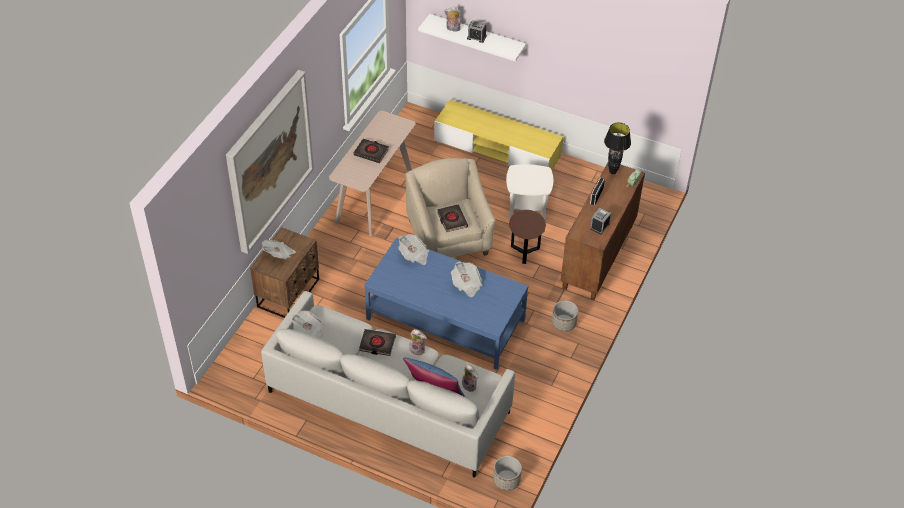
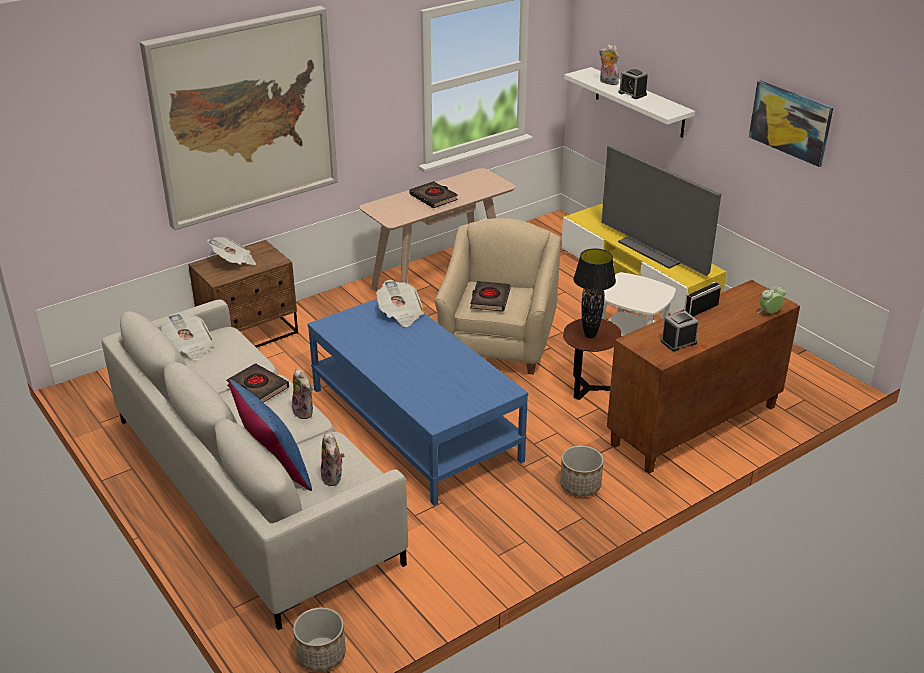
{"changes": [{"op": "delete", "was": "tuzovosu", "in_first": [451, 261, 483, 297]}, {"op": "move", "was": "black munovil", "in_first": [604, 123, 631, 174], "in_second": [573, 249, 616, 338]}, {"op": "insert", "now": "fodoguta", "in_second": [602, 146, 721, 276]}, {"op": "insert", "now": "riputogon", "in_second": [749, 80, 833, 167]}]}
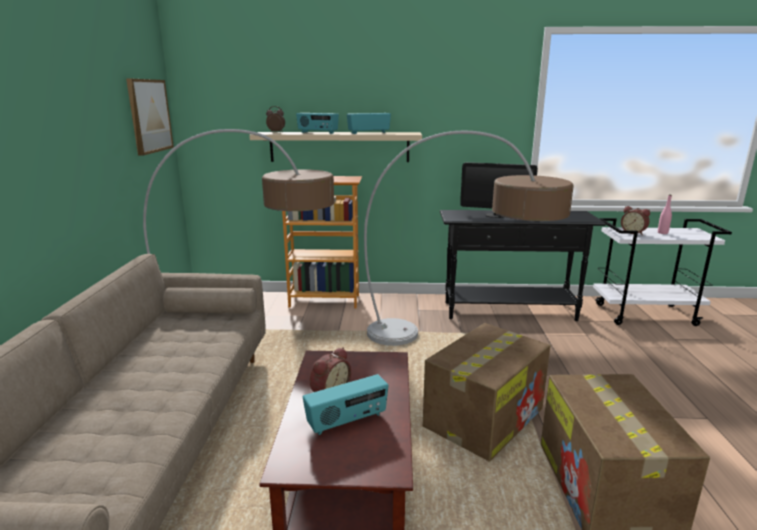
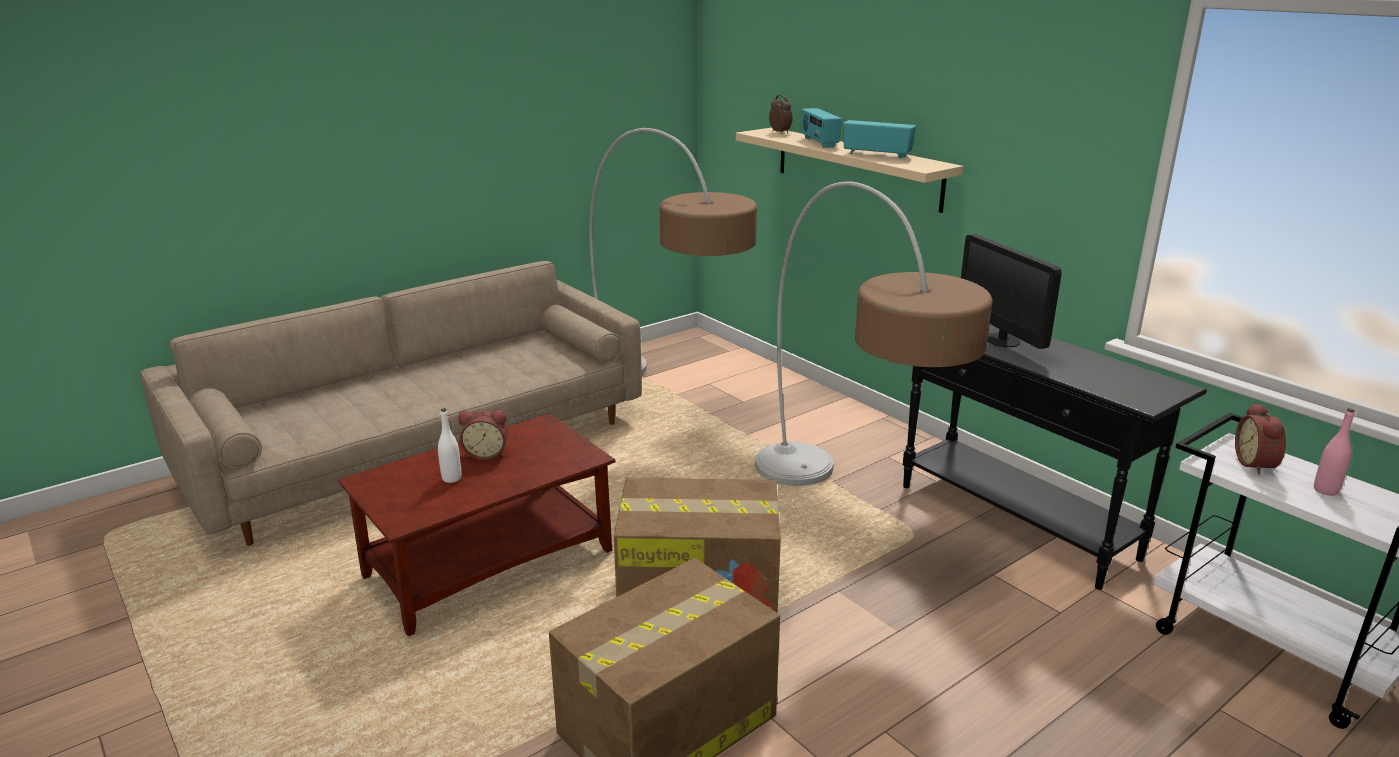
{"changes": [{"op": "delete", "was": "riputogon", "in_first": [126, 79, 174, 156]}, {"op": "delete", "was": "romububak", "in_first": [282, 176, 362, 308]}, {"op": "replace", "was": "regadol", "now": "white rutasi", "in_first": [303, 374, 388, 435], "in_second": [438, 408, 461, 483]}]}
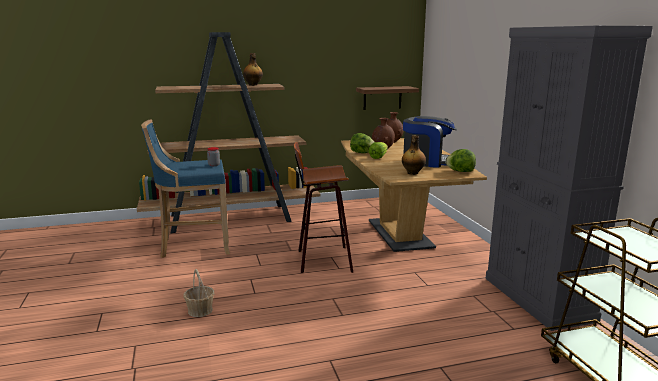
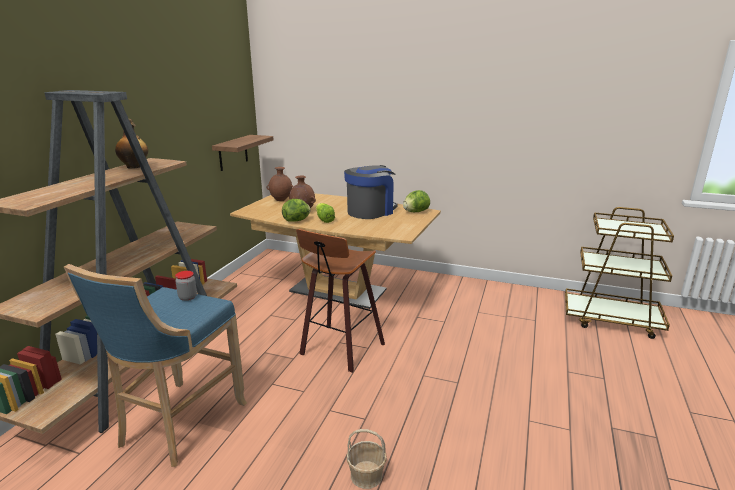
{"changes": [{"op": "delete", "was": "rutasi", "in_first": [402, 135, 426, 175]}, {"op": "delete", "was": "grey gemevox", "in_first": [485, 26, 653, 331]}]}
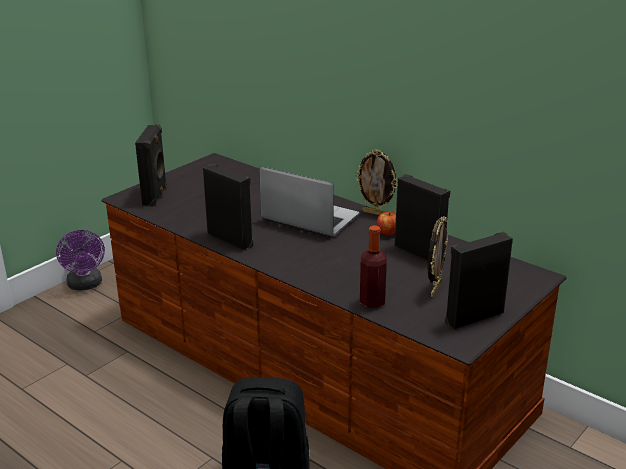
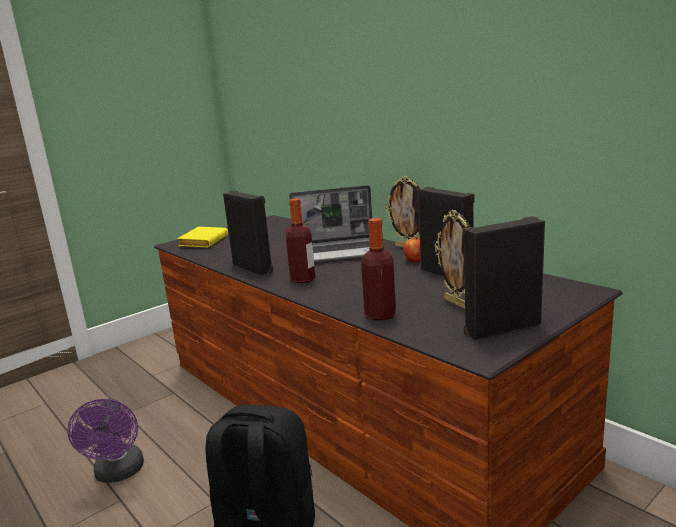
{"changes": [{"op": "move", "was": "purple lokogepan", "in_first": [56, 230, 105, 291], "in_second": [67, 399, 144, 483]}, {"op": "replace", "was": "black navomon", "now": "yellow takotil", "in_first": [135, 124, 167, 206], "in_second": [177, 227, 228, 248]}, {"op": "rotate", "was": "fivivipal", "in_first": [259, 166, 359, 237], "in_second": [289, 185, 372, 262], "clockwise": 135}, {"op": "rotate", "was": "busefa", "in_first": [428, 216, 448, 297], "in_second": [435, 210, 471, 309], "clockwise": 120}, {"op": "insert", "now": "rutasi", "in_second": [285, 198, 315, 283]}]}
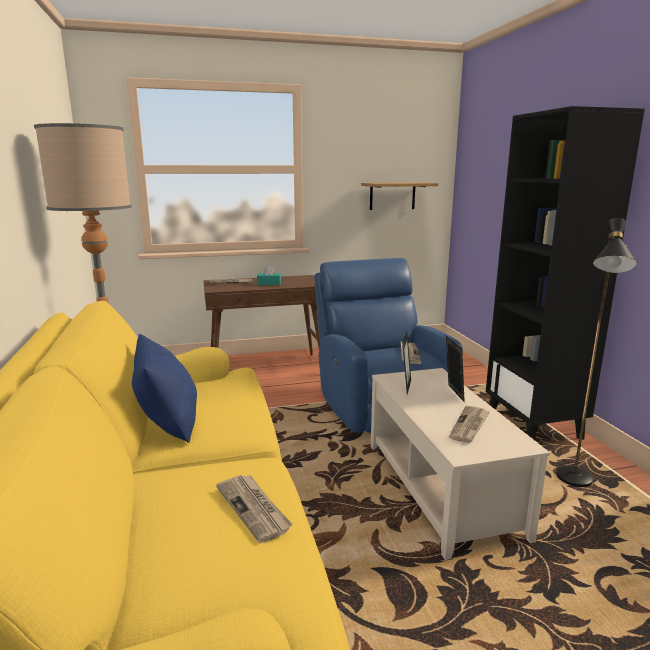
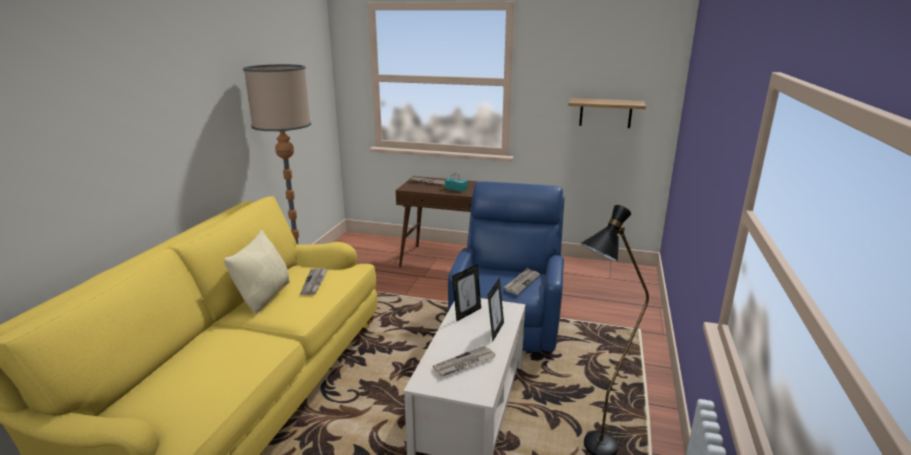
{"changes": [{"op": "recolor", "was": "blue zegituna", "now": "beige zegituna", "in_first": [132, 334, 197, 443], "in_second": [224, 230, 290, 315]}, {"op": "move", "was": "tuzovosu", "in_first": [216, 475, 293, 543], "in_second": [300, 268, 328, 295]}, {"op": "delete", "was": "black romububak", "in_first": [486, 106, 645, 440]}]}
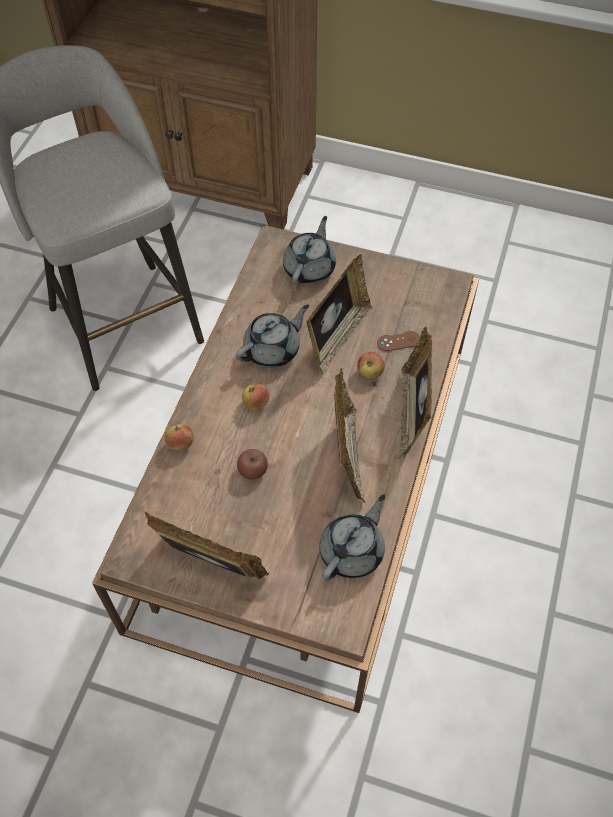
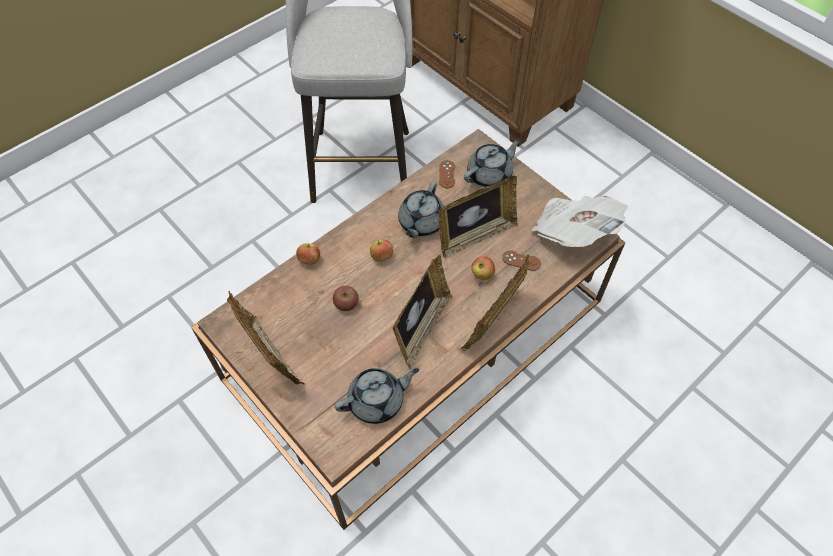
{"changes": [{"op": "rotate", "was": "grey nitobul", "in_first": [236, 305, 309, 368], "in_second": [398, 182, 444, 238], "clockwise": 120}, {"op": "insert", "now": "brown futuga", "in_second": [439, 160, 455, 188]}, {"op": "insert", "now": "tuzovosu", "in_second": [532, 196, 628, 247]}]}
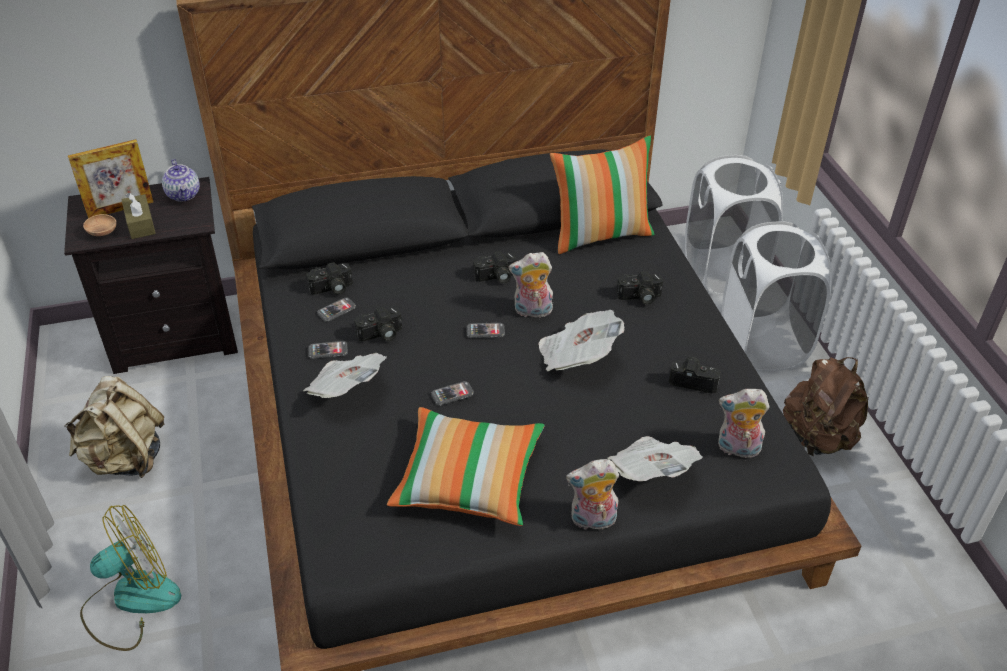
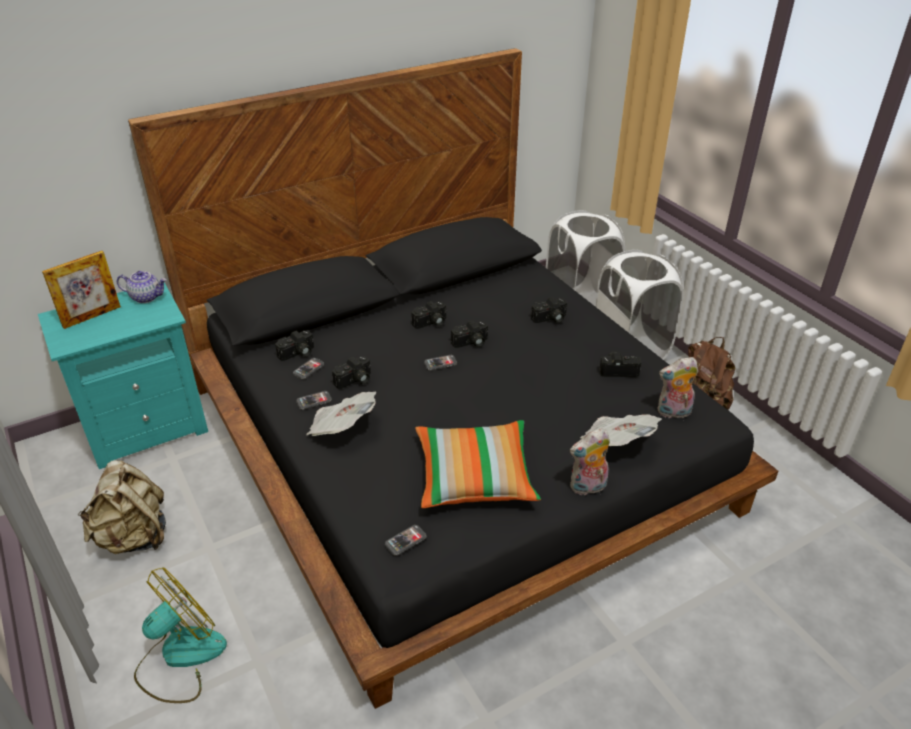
{"changes": [{"op": "recolor", "was": "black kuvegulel", "now": "turquoise kuvegulel", "in_first": [64, 177, 238, 374], "in_second": [38, 282, 208, 469]}, {"op": "delete", "was": "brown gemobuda", "in_first": [83, 214, 117, 236]}, {"op": "delete", "was": "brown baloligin", "in_first": [121, 193, 156, 239]}, {"op": "rotate", "was": "nitobul", "in_first": [162, 159, 200, 202], "in_second": [117, 271, 167, 303], "clockwise": -45}, {"op": "move", "was": "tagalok", "in_first": [431, 381, 474, 406], "in_second": [385, 525, 426, 556]}, {"op": "replace", "was": "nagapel", "now": "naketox", "in_first": [508, 252, 553, 318], "in_second": [451, 321, 488, 348]}, {"op": "delete", "was": "tuzovosu", "in_first": [538, 310, 625, 371]}, {"op": "delete", "was": "zegituna", "in_first": [550, 135, 654, 254]}]}
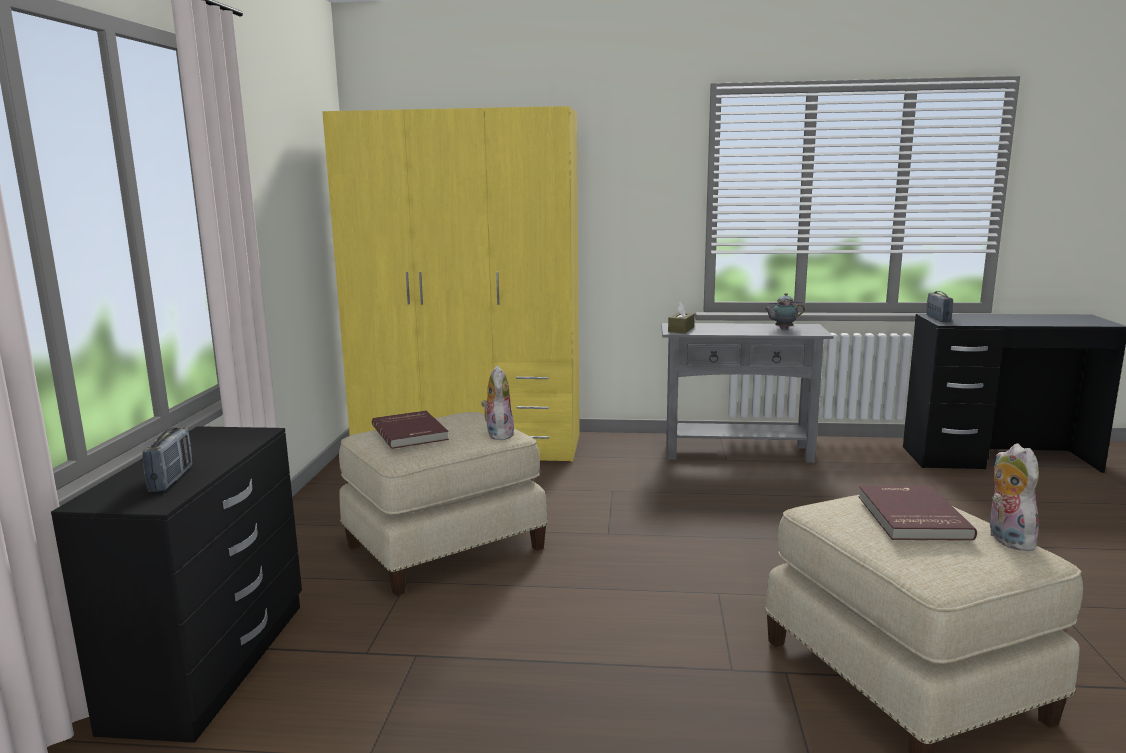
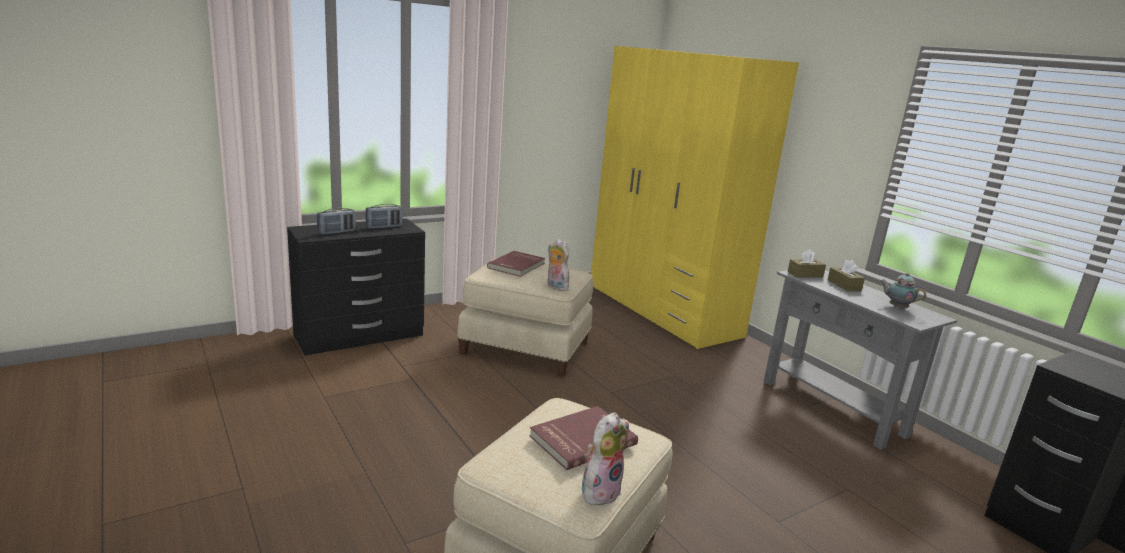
{"changes": [{"op": "rotate", "was": "nagapel", "in_first": [481, 365, 514, 440], "in_second": [548, 239, 570, 291], "clockwise": -90}, {"op": "move", "was": "regadol", "in_first": [927, 291, 953, 322], "in_second": [365, 204, 403, 229]}, {"op": "insert", "now": "brown baloligin", "in_second": [827, 260, 865, 291]}]}
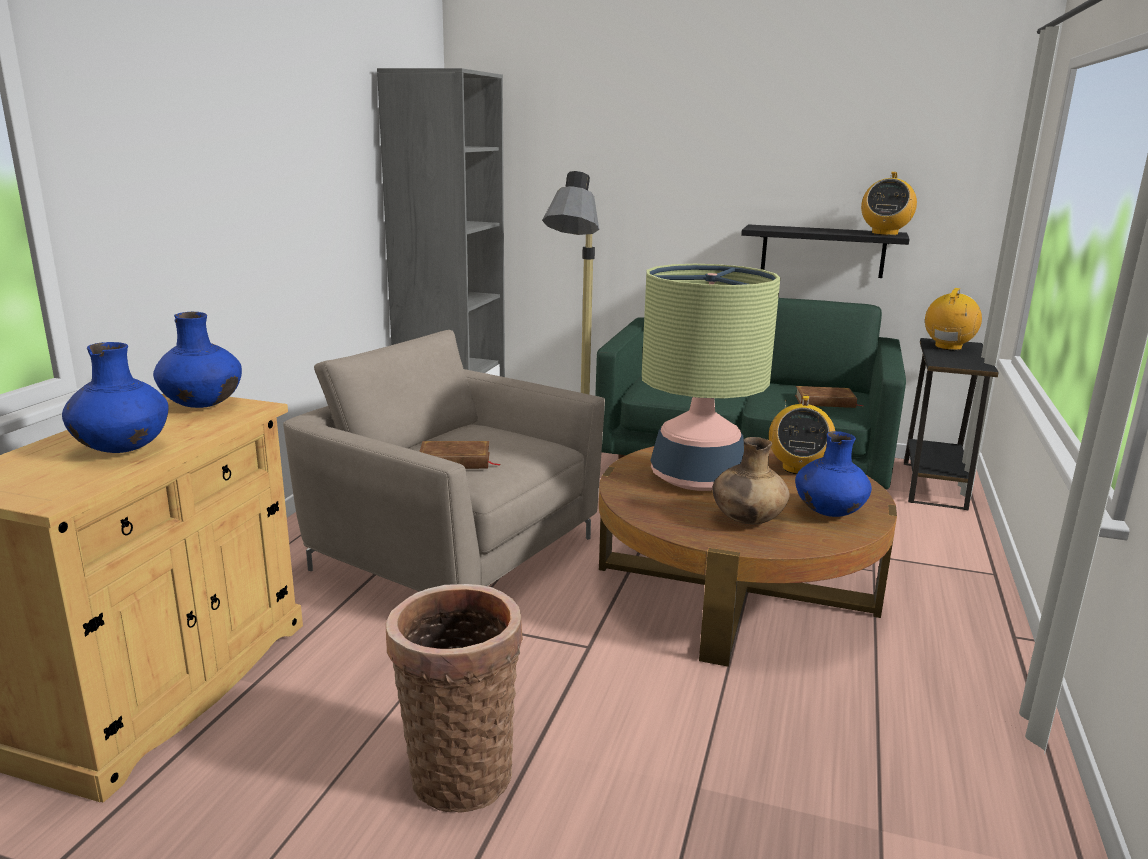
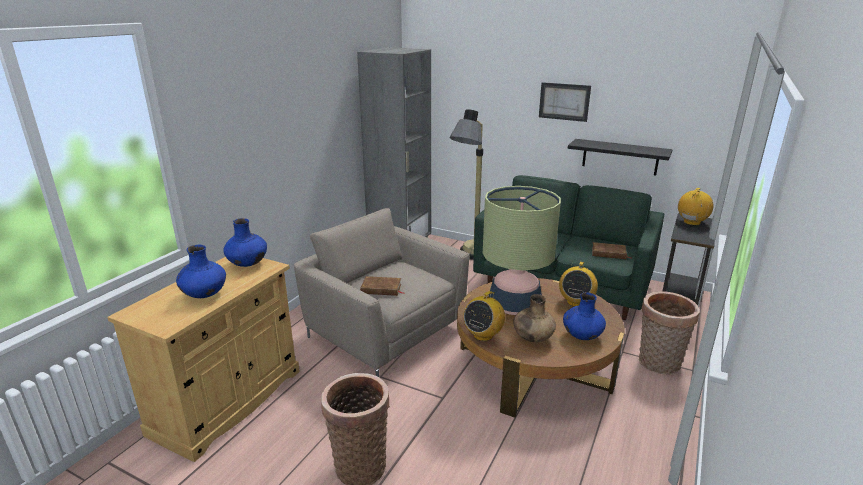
{"changes": [{"op": "move", "was": "regadol", "in_first": [861, 172, 917, 236], "in_second": [463, 291, 505, 341]}, {"op": "insert", "now": "riputogon", "in_second": [539, 82, 591, 122]}, {"op": "insert", "now": "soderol", "in_second": [639, 291, 700, 375]}]}
